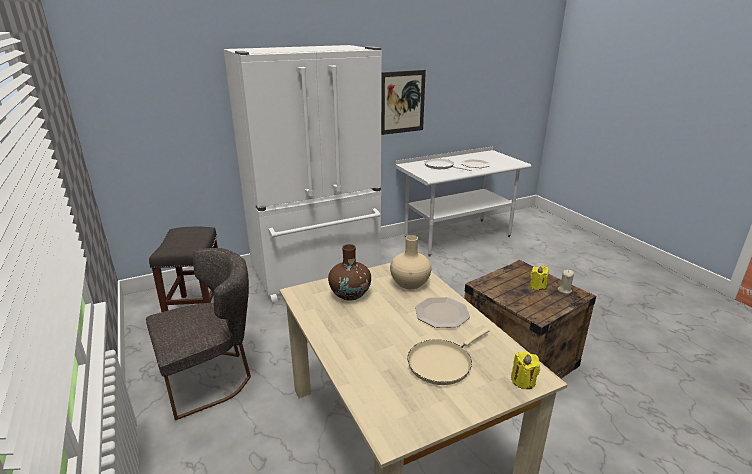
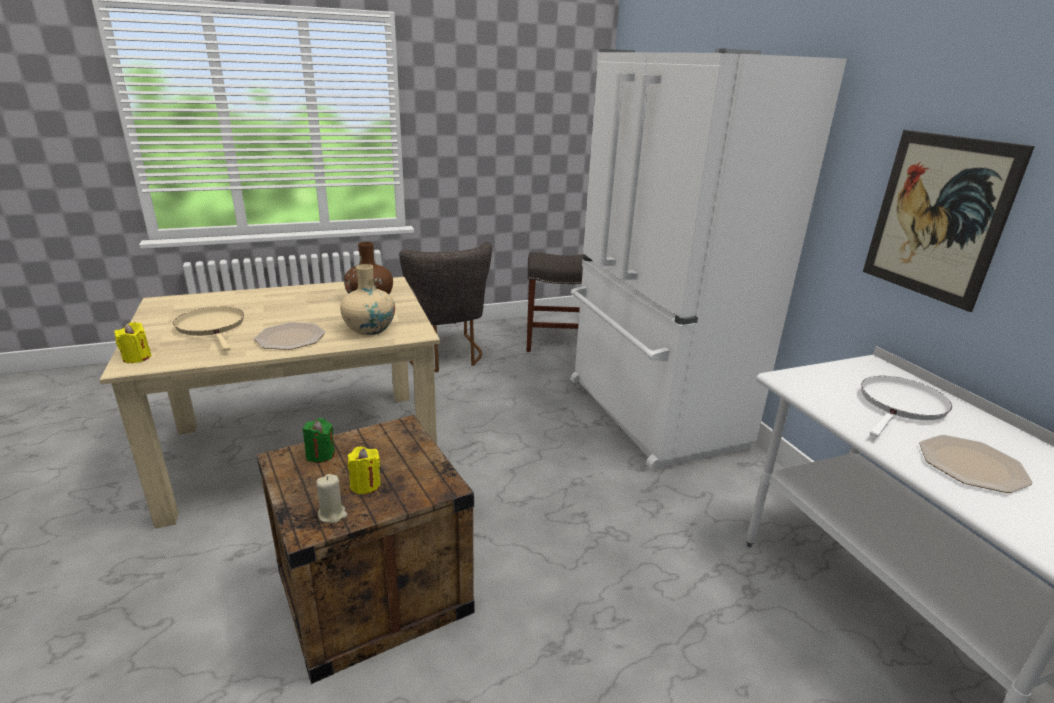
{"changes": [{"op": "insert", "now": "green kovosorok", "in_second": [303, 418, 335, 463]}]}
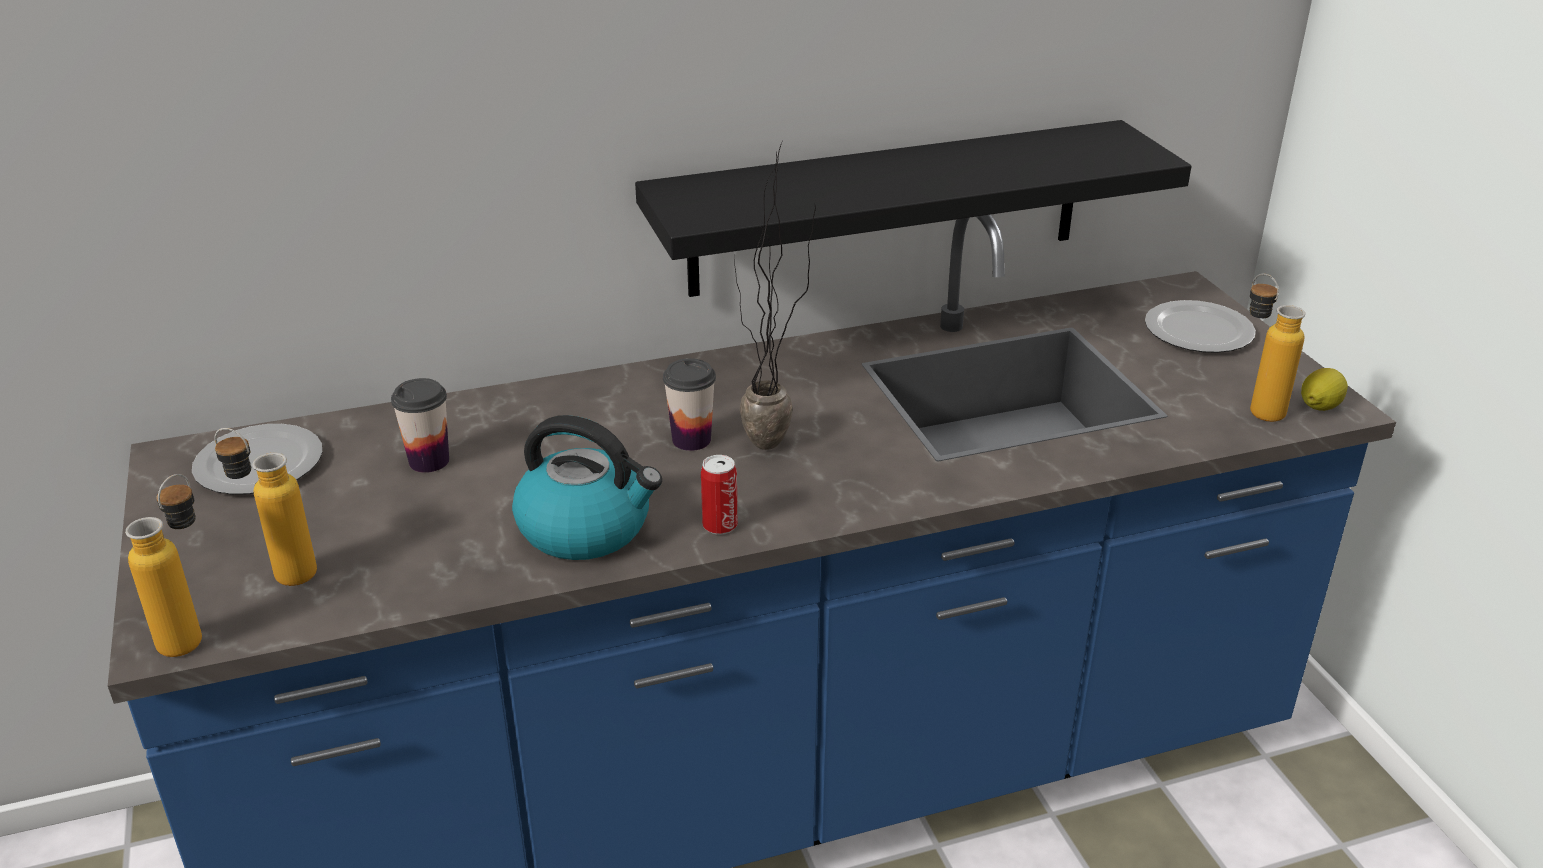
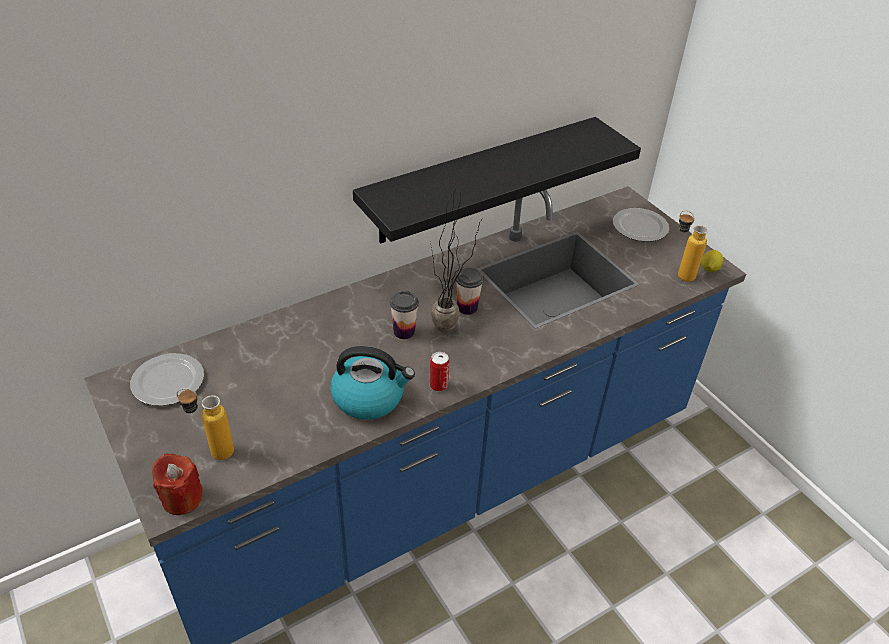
{"changes": [{"op": "replace", "was": "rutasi", "now": "red kovosorok", "in_first": [125, 474, 202, 657], "in_second": [152, 454, 203, 515]}, {"op": "move", "was": "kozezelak", "in_first": [391, 378, 449, 473], "in_second": [456, 268, 483, 315]}]}
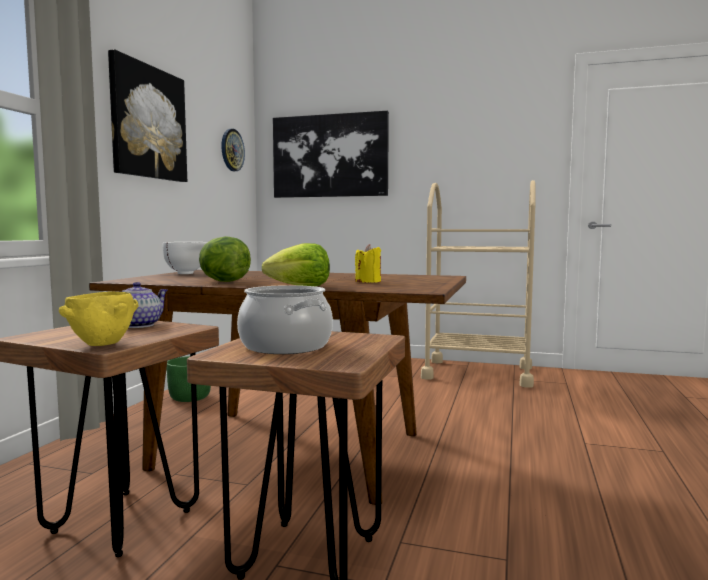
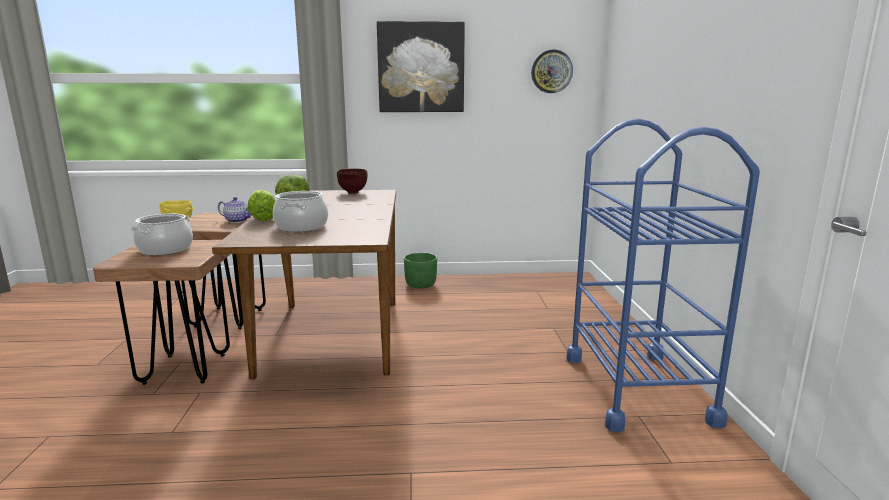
{"changes": [{"op": "recolor", "was": "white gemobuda", "now": "brown gemobuda", "in_first": [162, 242, 208, 274], "in_second": [337, 168, 368, 194]}, {"op": "delete", "was": "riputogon", "in_first": [273, 111, 389, 198]}, {"op": "replace", "was": "yellow kovosorok", "now": "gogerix", "in_first": [355, 244, 381, 283], "in_second": [273, 191, 328, 232]}, {"op": "recolor", "was": "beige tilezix", "now": "blue tilezix", "in_first": [421, 180, 536, 388], "in_second": [566, 119, 760, 432]}]}
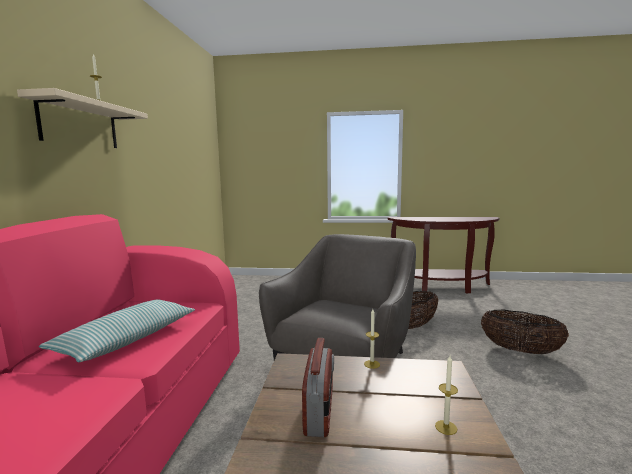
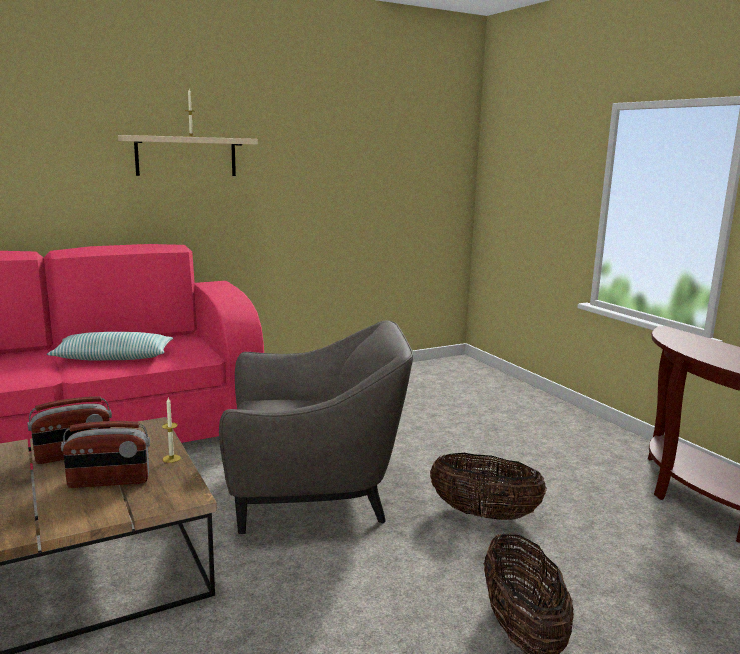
{"changes": [{"op": "delete", "was": "kovosorok", "in_first": [435, 356, 458, 435]}, {"op": "insert", "now": "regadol", "in_second": [61, 421, 150, 488]}]}
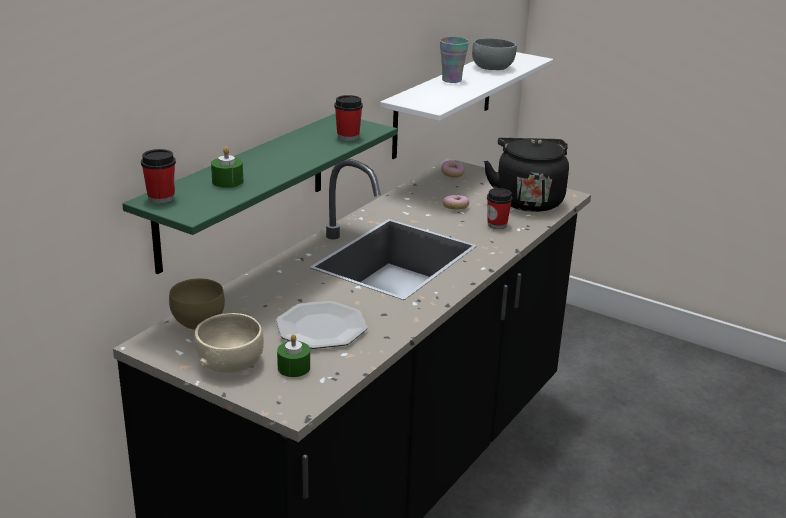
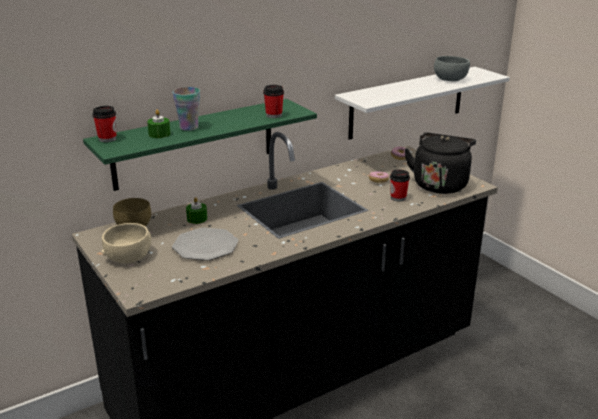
{"changes": [{"op": "move", "was": "green kovosorok", "in_first": [277, 334, 310, 377], "in_second": [186, 197, 207, 224]}, {"op": "move", "was": "kozezelak", "in_first": [440, 37, 469, 83], "in_second": [172, 87, 200, 131]}]}
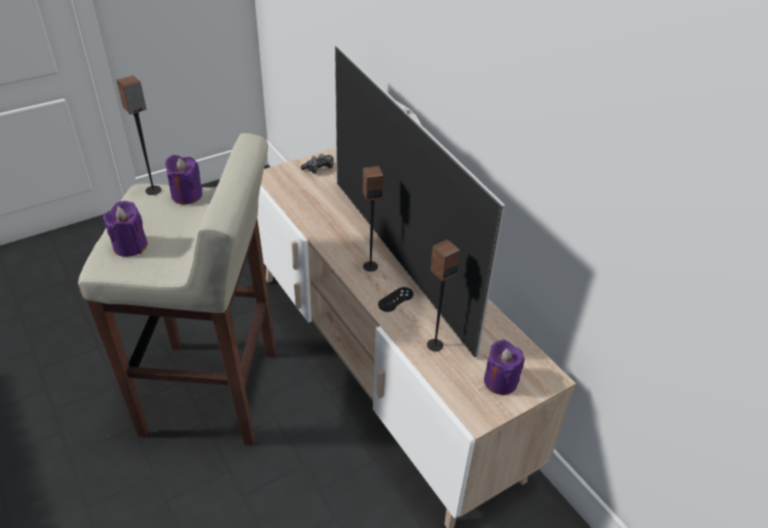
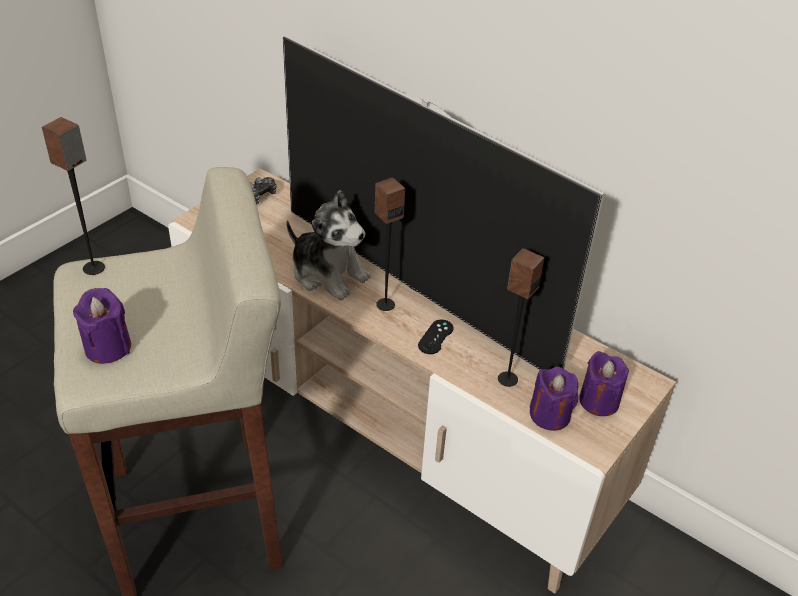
{"changes": [{"op": "move", "was": "purple kovosorok", "in_first": [165, 155, 202, 204], "in_second": [530, 367, 578, 431]}, {"op": "insert", "now": "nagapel", "in_second": [287, 190, 371, 300]}]}
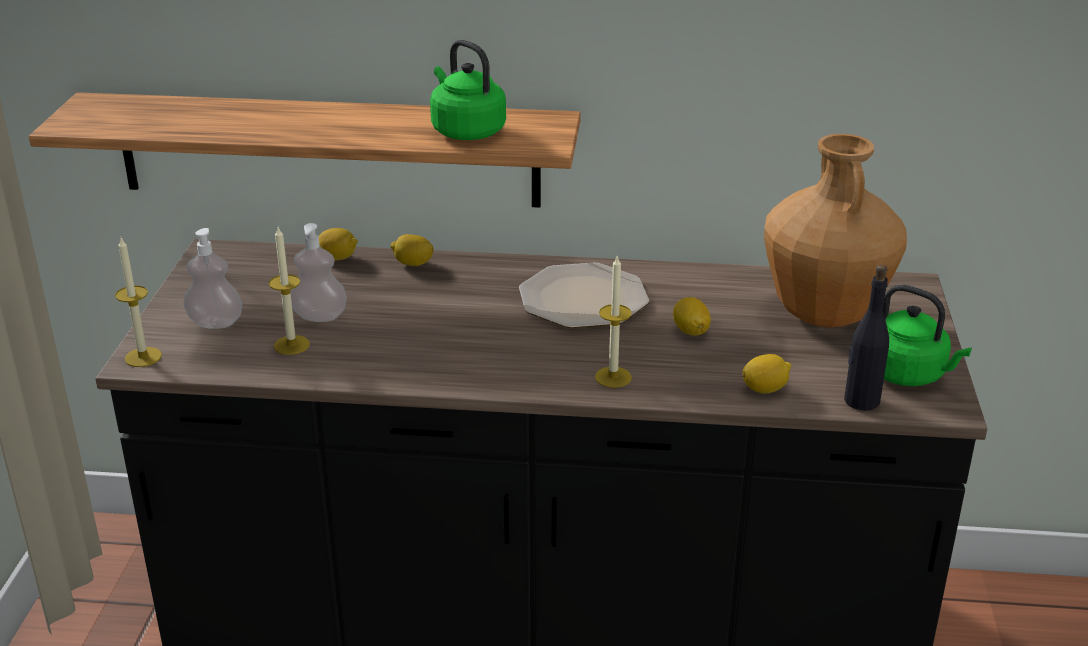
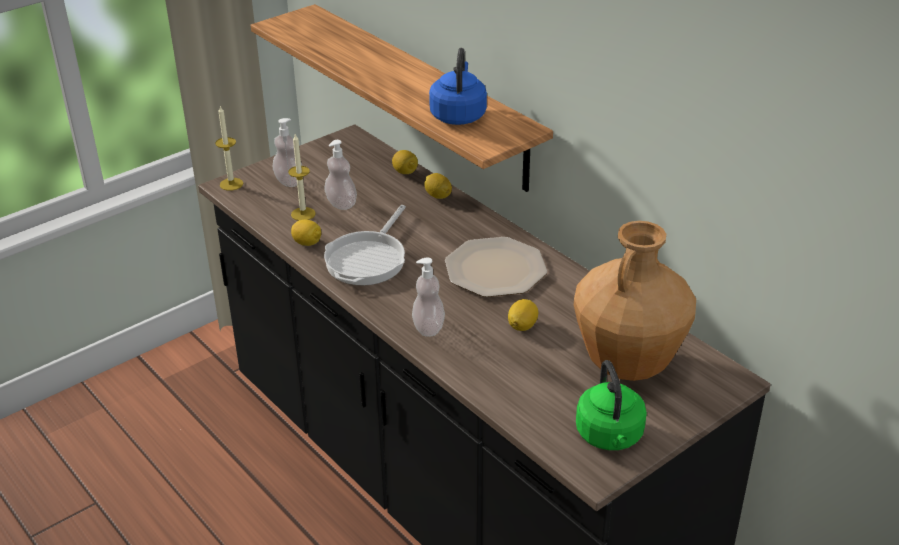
{"changes": [{"op": "recolor", "was": "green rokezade", "now": "blue rokezade", "in_first": [430, 40, 506, 140], "in_second": [429, 48, 487, 125]}, {"op": "replace", "was": "kovosorok", "now": "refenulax", "in_first": [595, 254, 632, 388], "in_second": [412, 257, 445, 337]}, {"op": "move", "was": "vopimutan", "in_first": [742, 354, 791, 393], "in_second": [291, 220, 321, 246]}, {"op": "delete", "was": "black rutasi", "in_first": [844, 265, 889, 411]}, {"op": "insert", "now": "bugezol", "in_second": [324, 205, 406, 285]}]}
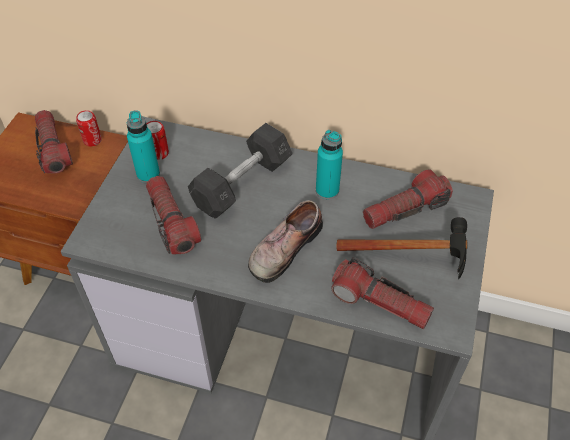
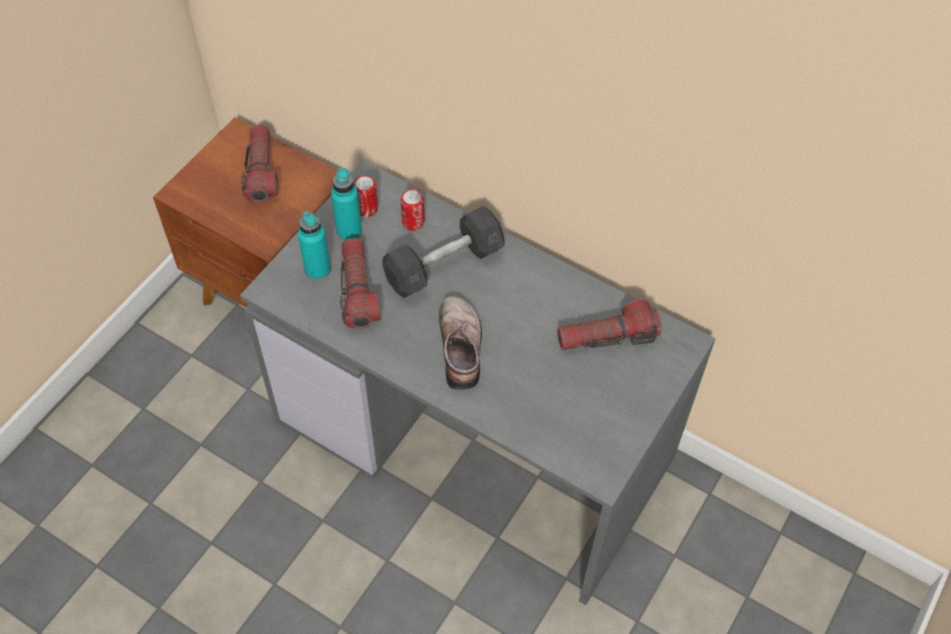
{"changes": [{"op": "move", "was": "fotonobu", "in_first": [76, 110, 102, 146], "in_second": [400, 189, 425, 231]}, {"op": "rotate", "was": "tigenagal", "in_first": [248, 200, 323, 283], "in_second": [439, 296, 482, 390], "clockwise": 120}, {"op": "move", "was": "turquoise rutasi", "in_first": [316, 130, 343, 199], "in_second": [298, 211, 331, 281]}, {"op": "delete", "was": "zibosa", "in_first": [331, 257, 434, 329]}, {"op": "delete", "was": "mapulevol", "in_first": [336, 217, 467, 280]}]}
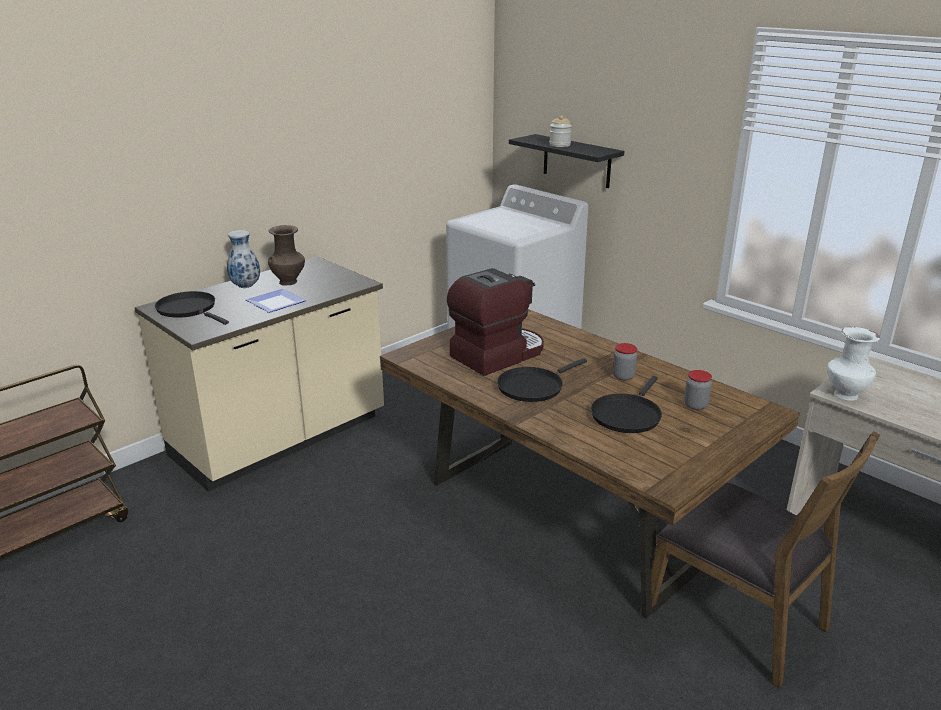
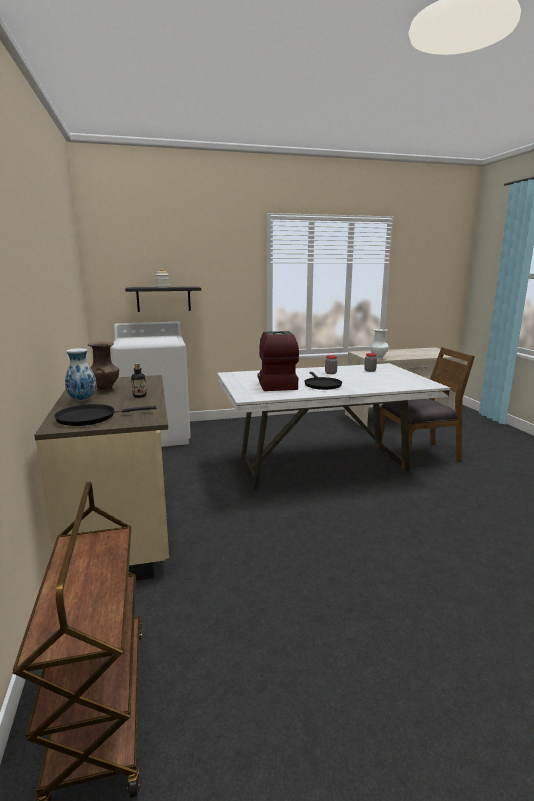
{"changes": [{"op": "replace", "was": "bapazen", "now": "rutasi", "in_first": [246, 289, 307, 313], "in_second": [131, 363, 146, 398]}, {"op": "recolor", "was": "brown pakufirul", "now": "white pakufirul", "in_first": [380, 309, 800, 619], "in_second": [217, 363, 450, 489]}, {"op": "delete", "was": "black bugezol", "in_first": [591, 376, 662, 433]}]}
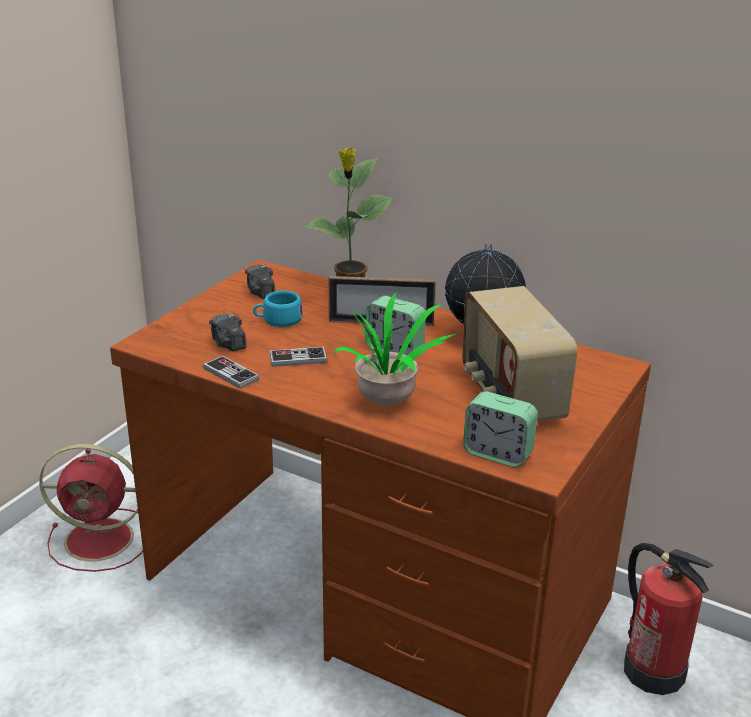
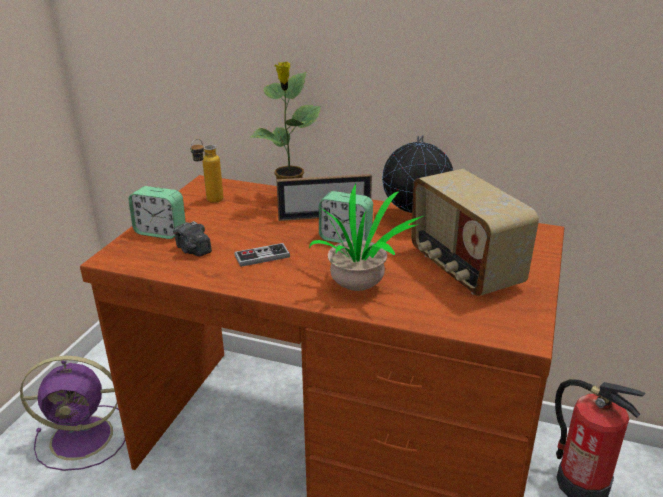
{"changes": [{"op": "recolor", "was": "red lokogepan", "now": "purple lokogepan", "in_first": [39, 444, 143, 572], "in_second": [20, 356, 125, 471]}, {"op": "delete", "was": "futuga", "in_first": [203, 356, 260, 389]}, {"op": "replace", "was": "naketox", "now": "rutasi", "in_first": [245, 264, 275, 299], "in_second": [190, 139, 223, 203]}, {"op": "delete", "was": "turquoise kozezelak", "in_first": [253, 290, 303, 327]}, {"op": "move", "was": "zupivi", "in_first": [463, 391, 538, 467], "in_second": [128, 186, 186, 239]}]}
